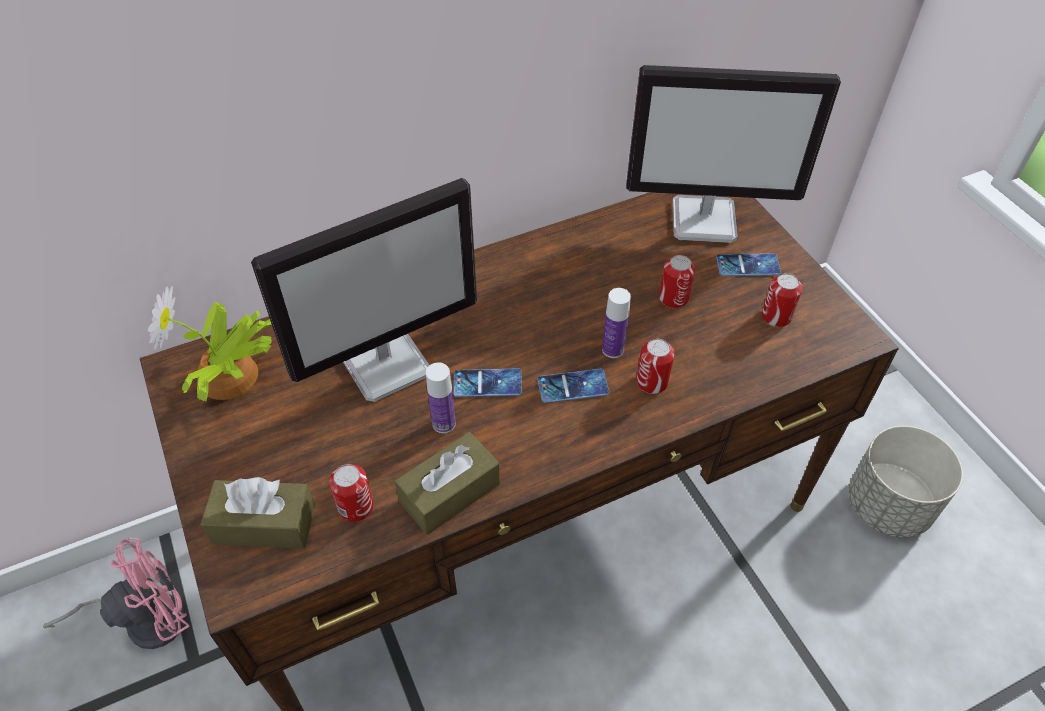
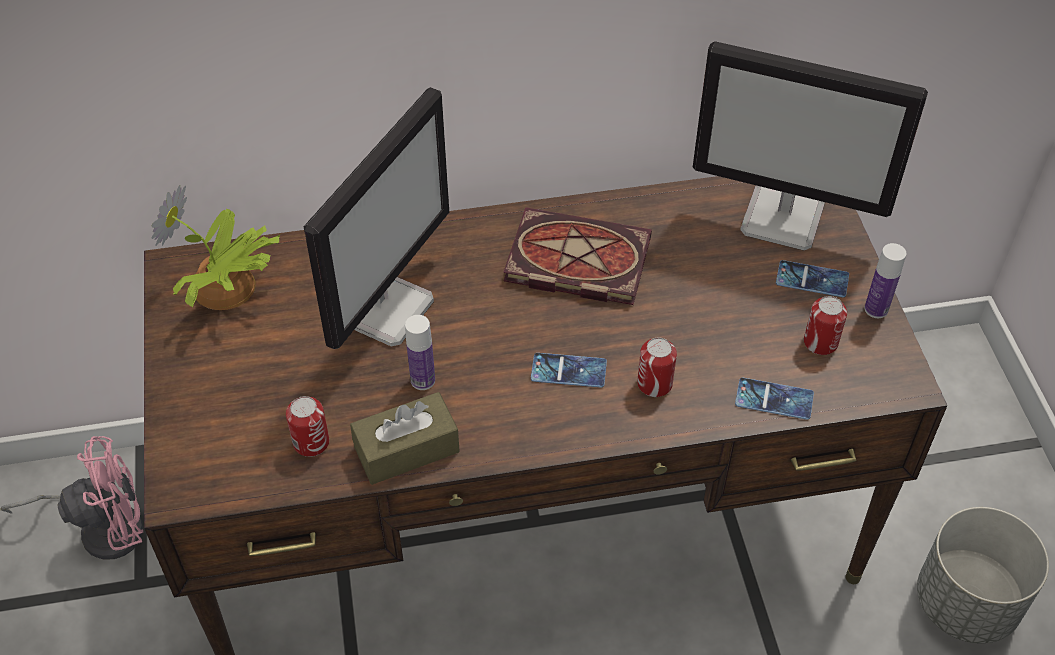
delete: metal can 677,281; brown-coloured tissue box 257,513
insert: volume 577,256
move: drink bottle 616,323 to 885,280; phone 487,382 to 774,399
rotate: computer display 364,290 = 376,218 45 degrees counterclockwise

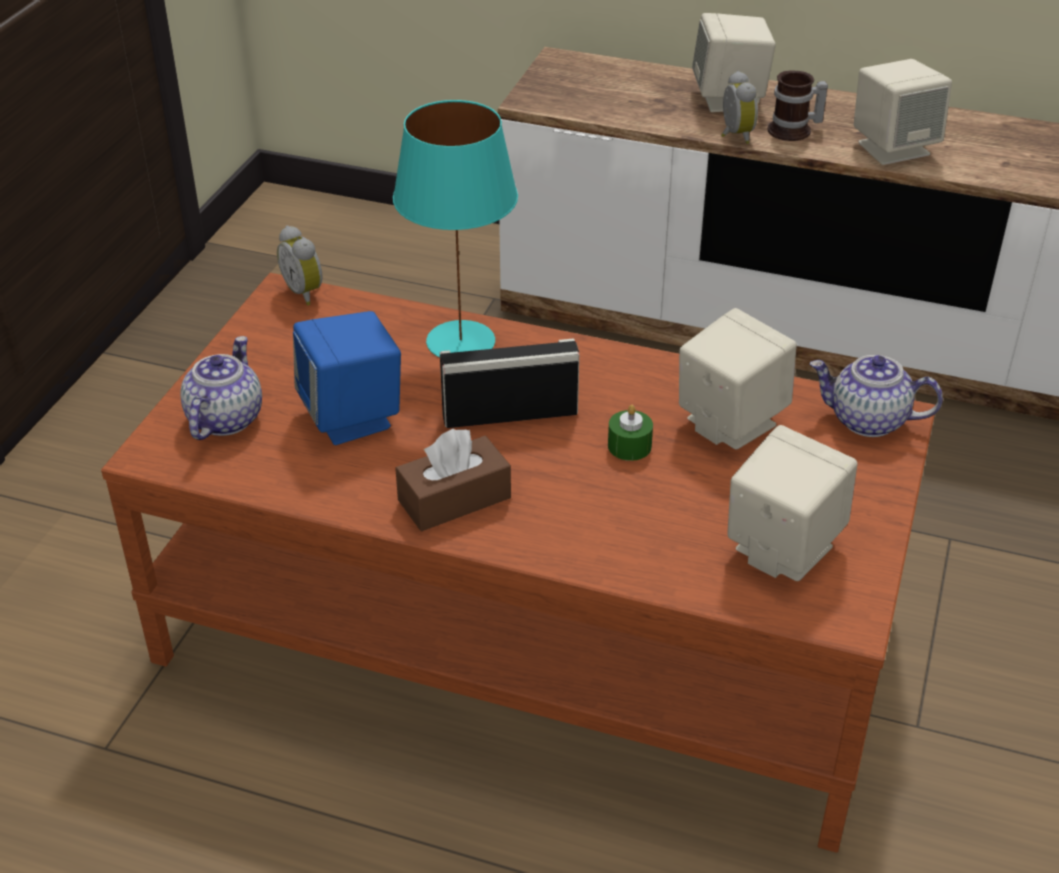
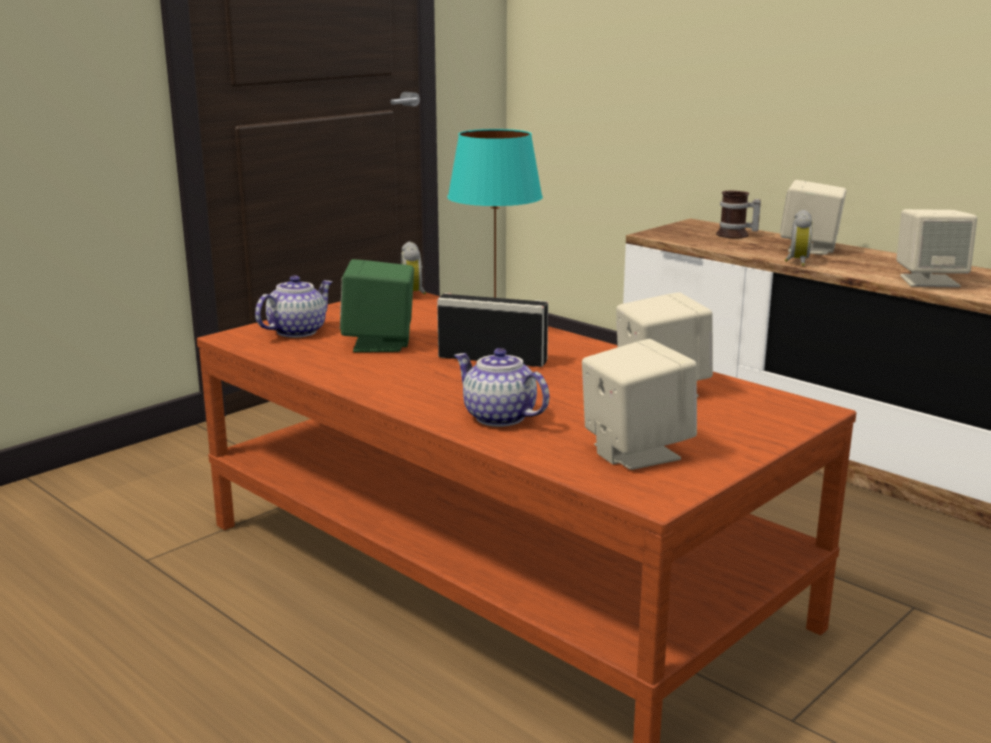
delete: greenish wax candle 630,433; brown-coloured tissue box 453,480
move: coffee mug 797,105 to 738,214; pot for tea 876,396 to 502,387
recolor: blue audio speaker 347,378 to greenish audio speaker 377,305

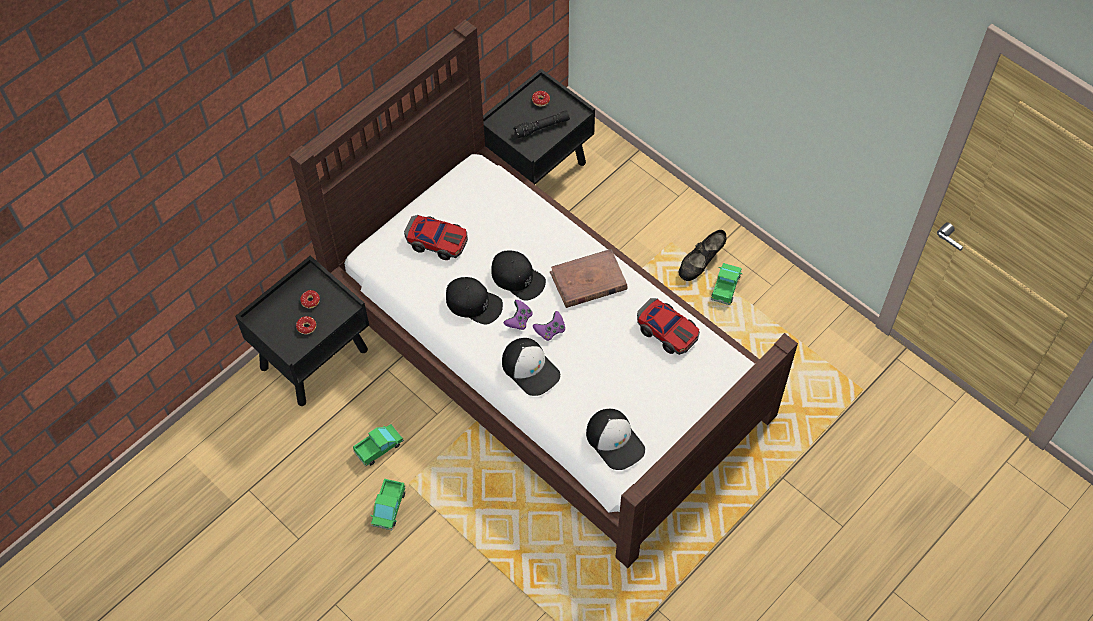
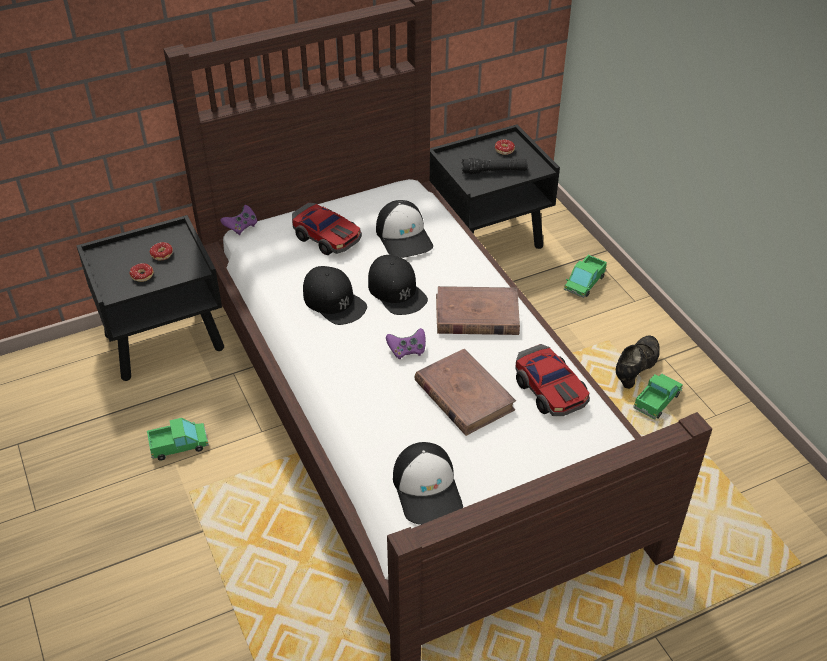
insert: brown-coloured volume 465,392
move: purplish gamepad 518,315 to 239,220; cap 531,367 to 404,229; model truck 388,504 to 585,276
rotate: blackish item of footwear 702,255 = 638,362 150 degrees clockwise

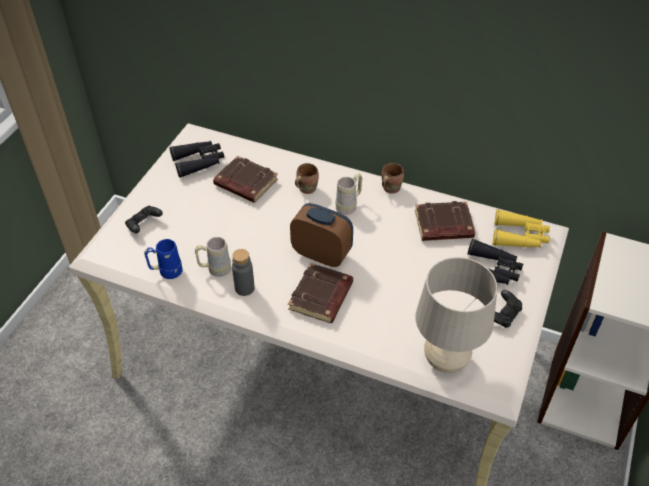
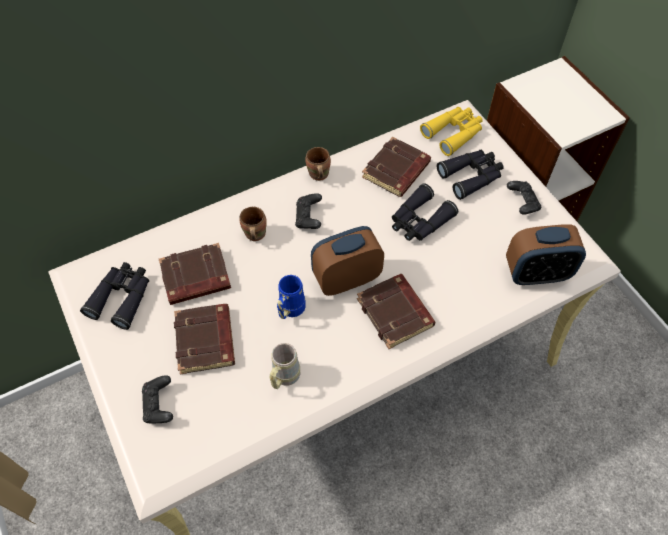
delete: gray drink bottle 243,272
insert: blackish pair of binoculars 425,212; brown-coloured volume 204,339
move: blue coffee mug 163,259 to 291,297
replace: sand-coloured coffee mug 349,194 to blackish gamepad 308,211; sand-coloured lamp for a table 457,315 to alarm clock 546,254

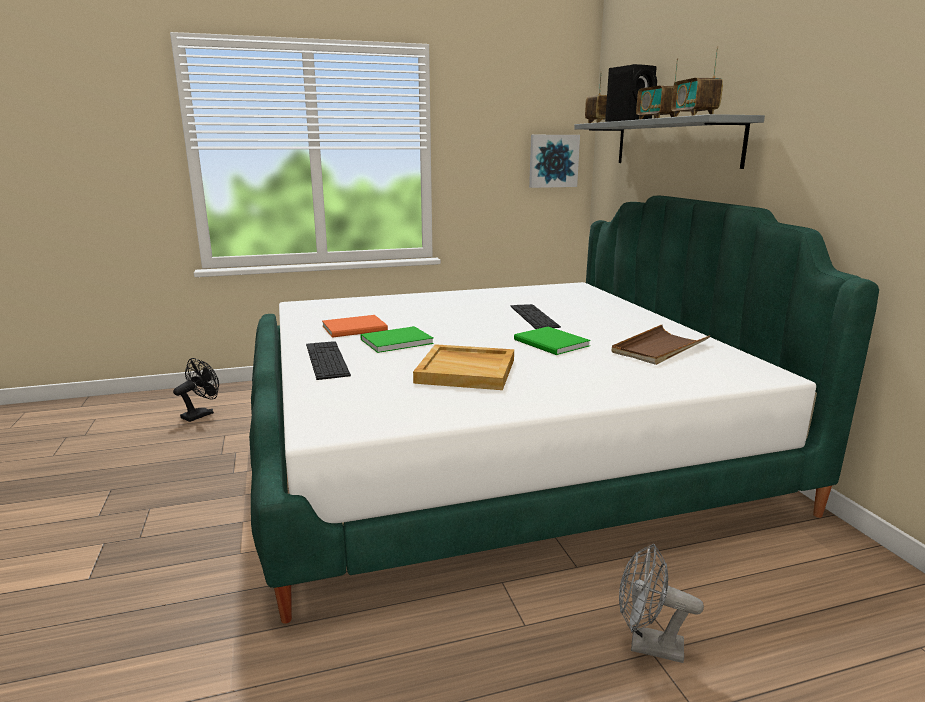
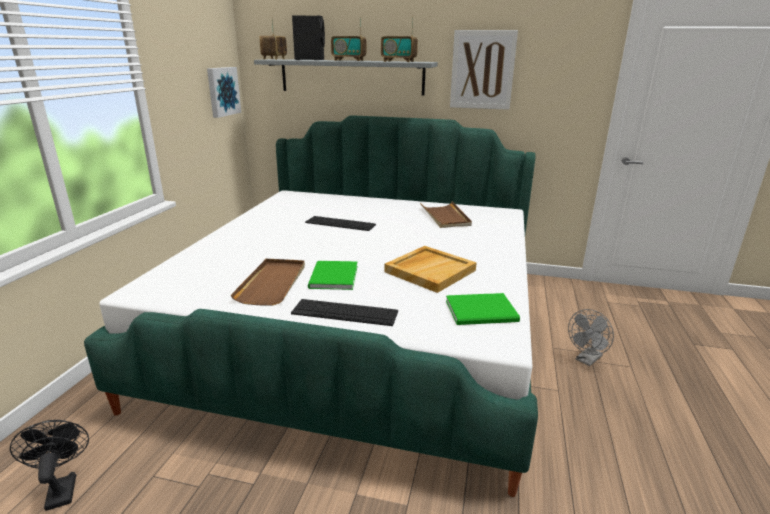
insert: picture 484,70
move: greenish volume 552,341 to 483,309
replace: orange volume 355,326 to brown-coloured carrying tray 268,282

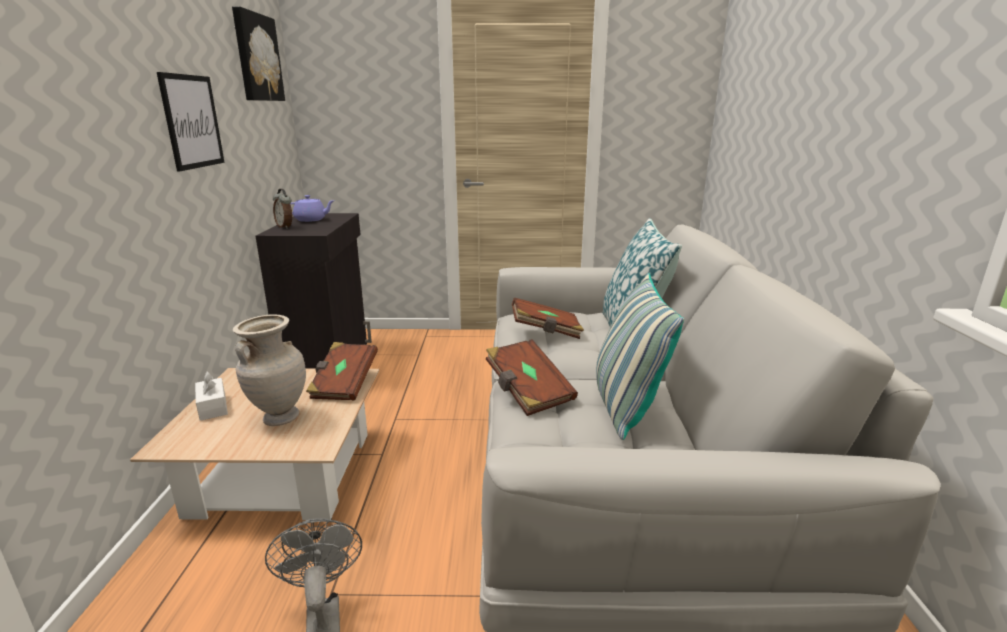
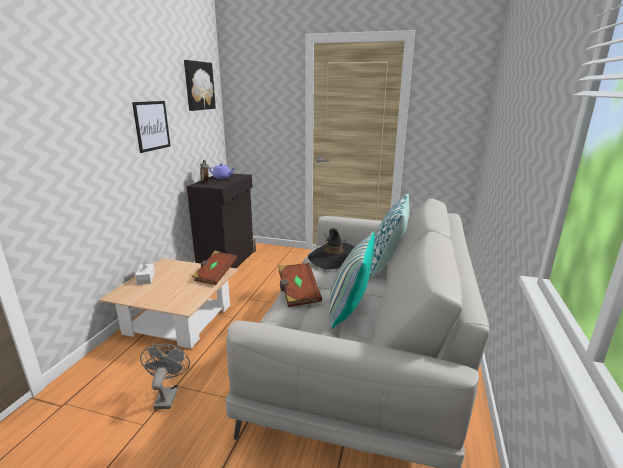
delete: sand-coloured decorative vase 269,370
replace: brown-coloured volume 548,318 to blackish clothing hat 331,248

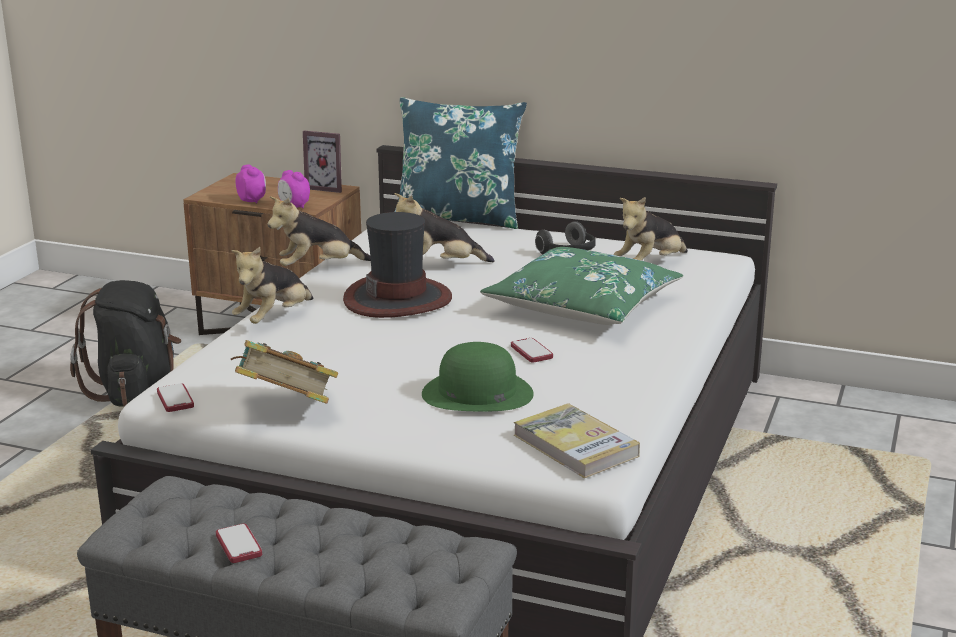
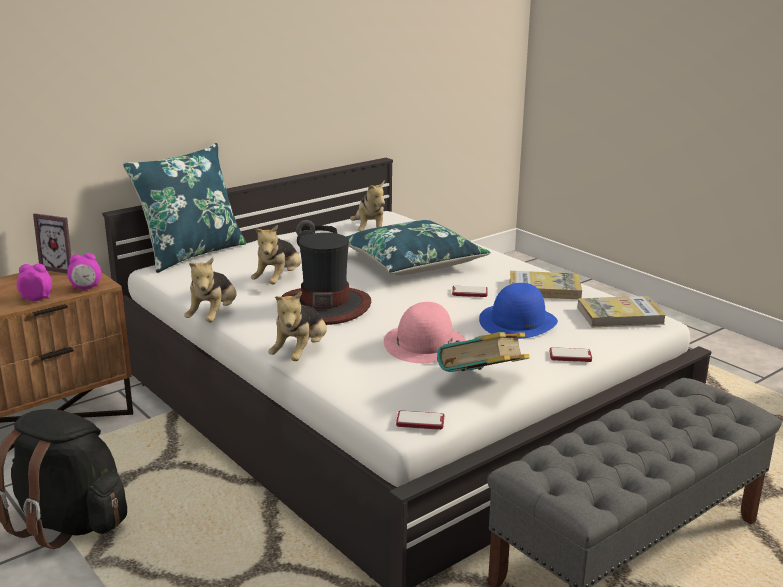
insert: volume 545,285; pink clothing hat 425,332
move: phone 239,543 to 571,354
recolor: greenish pillow 581,286 to blue pillow 418,247; greenish clothing hat 478,377 to blue clothing hat 518,311
rotate: standing frame 322,162 = 52,243 60 degrees clockwise; soft toy 272,285 = 297,326 45 degrees clockwise

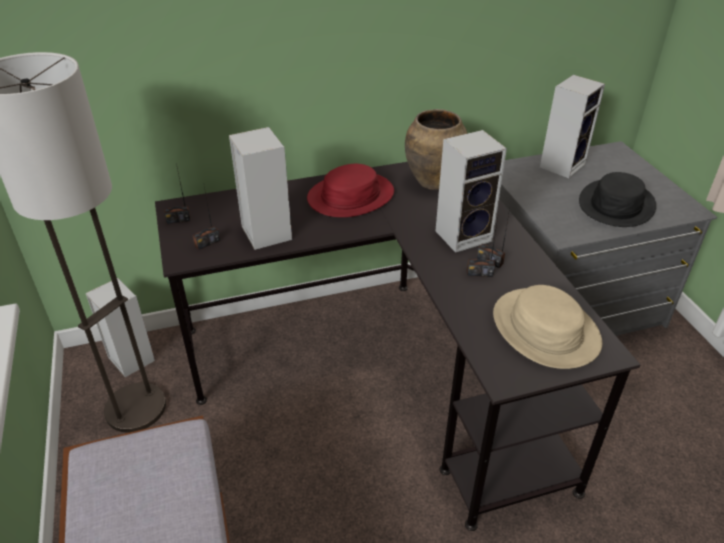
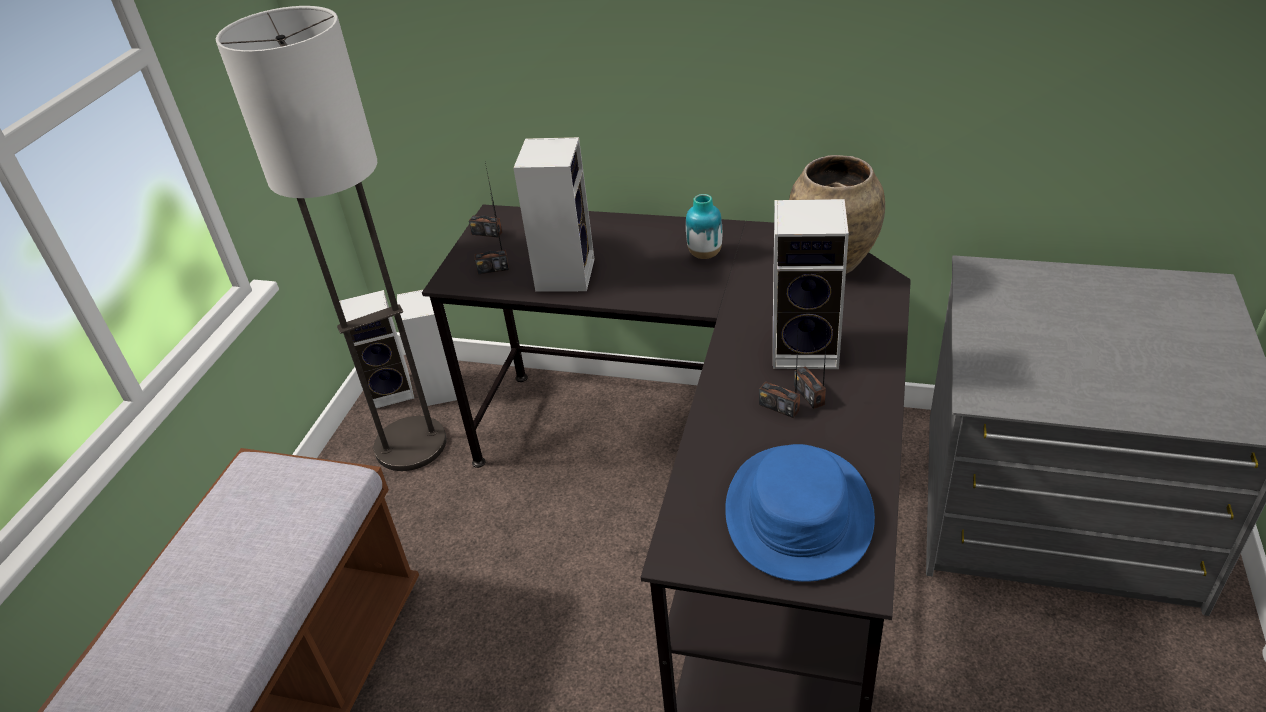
delete: blackish clothing hat 617,199
move: audio speaker 572,126 to 376,349
replace: red-coloured clothing hat 350,190 to decorative vase 704,226
recolor: sand-coloured clothing hat 547,327 to blue clothing hat 800,513

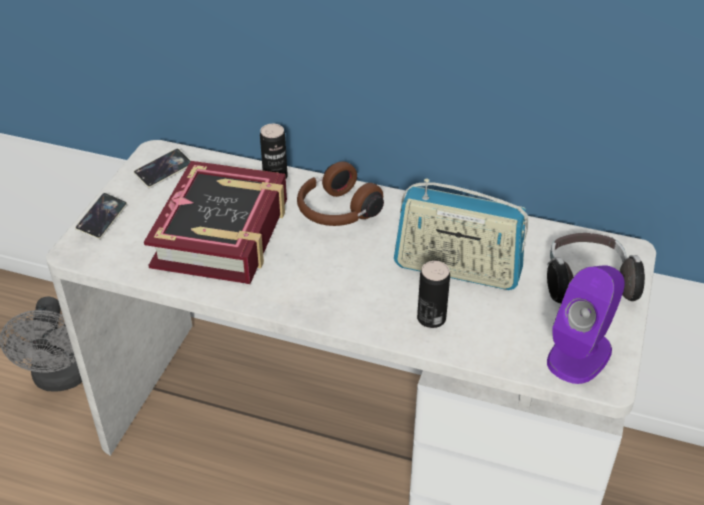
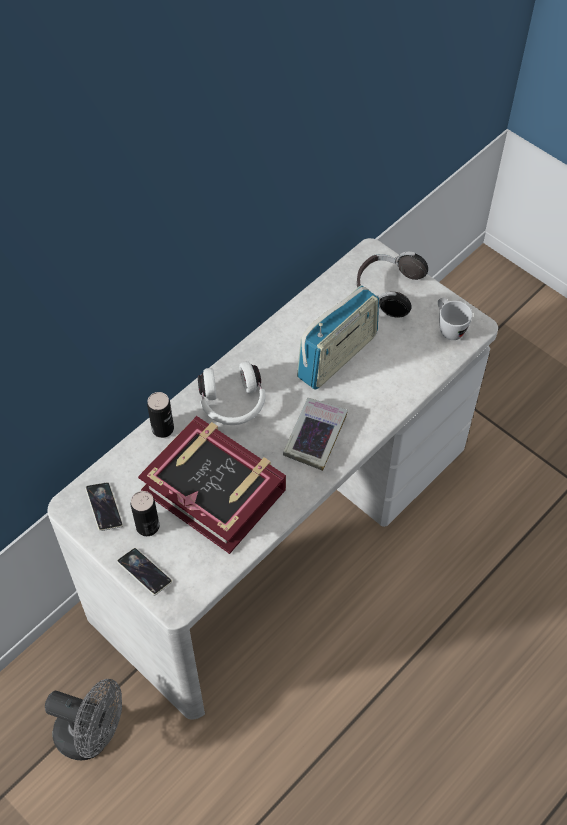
insert: volume 315,434
move: metal can 433,294 to 145,513
replace: purplish audio speaker 586,324 to white-coloured coffee mug 455,318
recolor: brown-coloured headphones 340,193 to white-coloured headphones 232,393

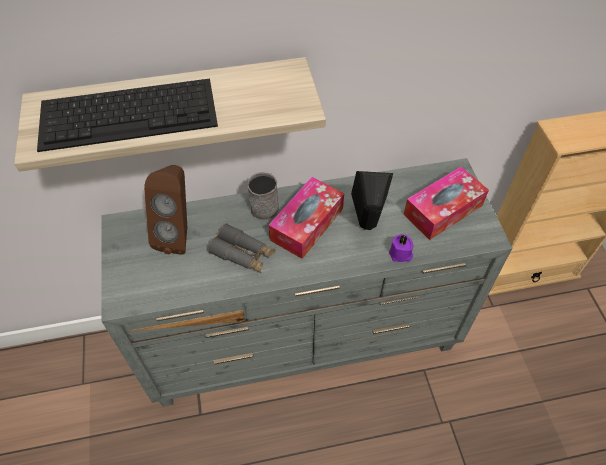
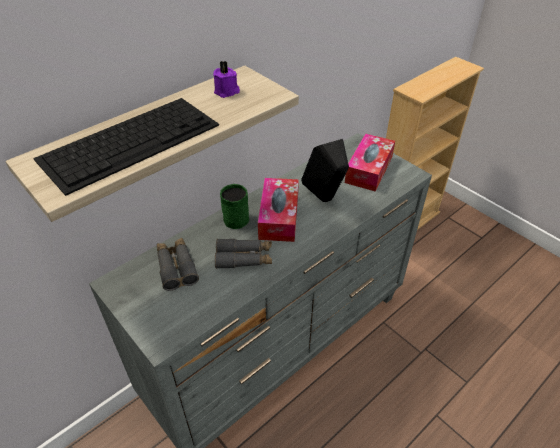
move: purplish wax candle 401,248 to 226,79
replace: brown-coloured audio speaker 165,210 to gray pair of binoculars 178,264
recolor: gray coffee mug 263,196 to greenish coffee mug 234,206

